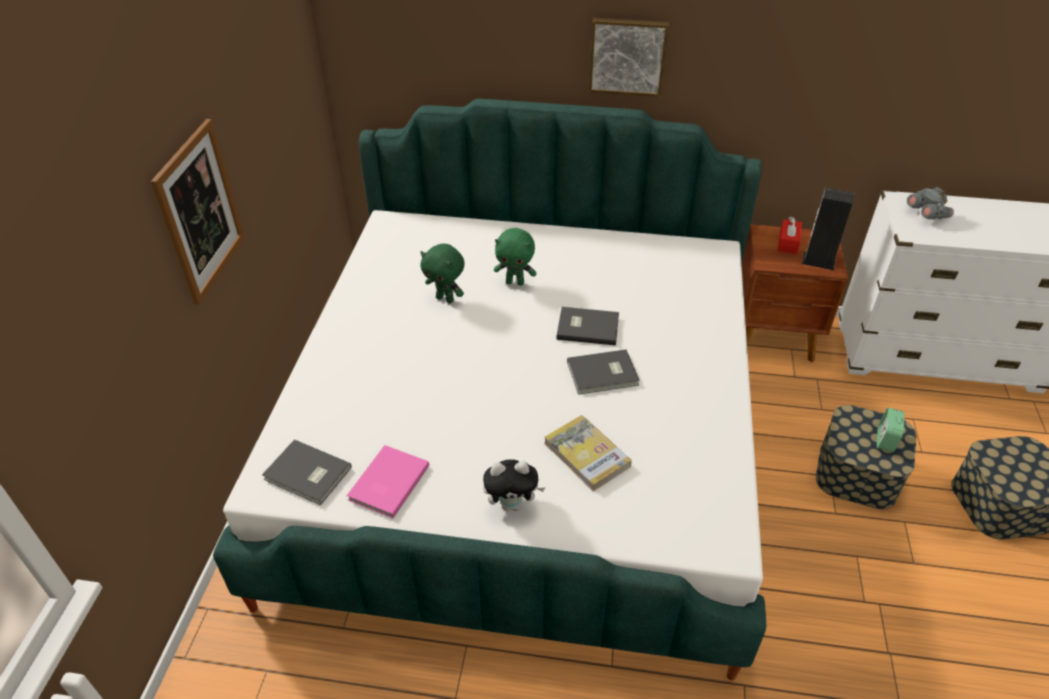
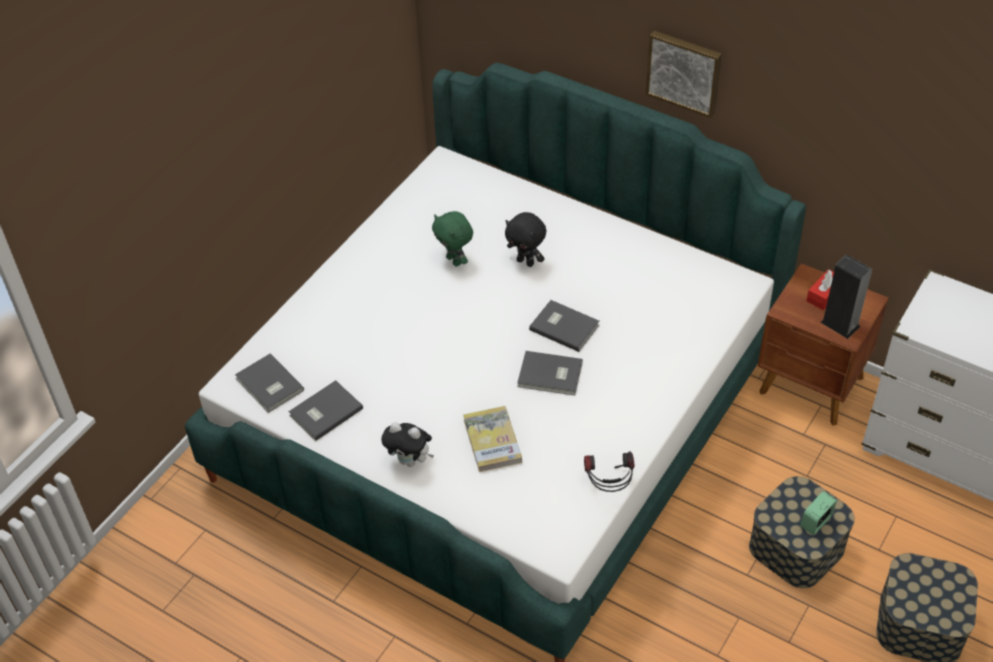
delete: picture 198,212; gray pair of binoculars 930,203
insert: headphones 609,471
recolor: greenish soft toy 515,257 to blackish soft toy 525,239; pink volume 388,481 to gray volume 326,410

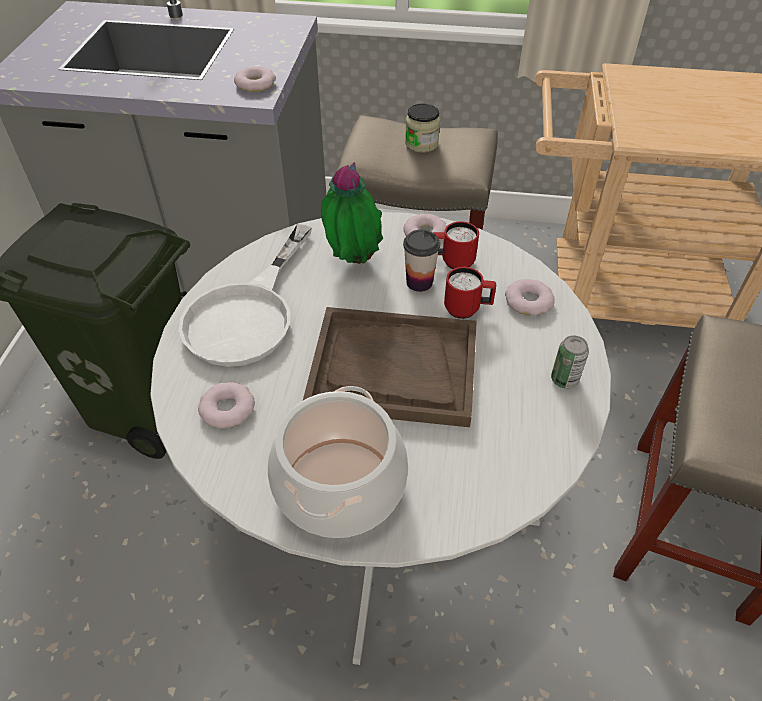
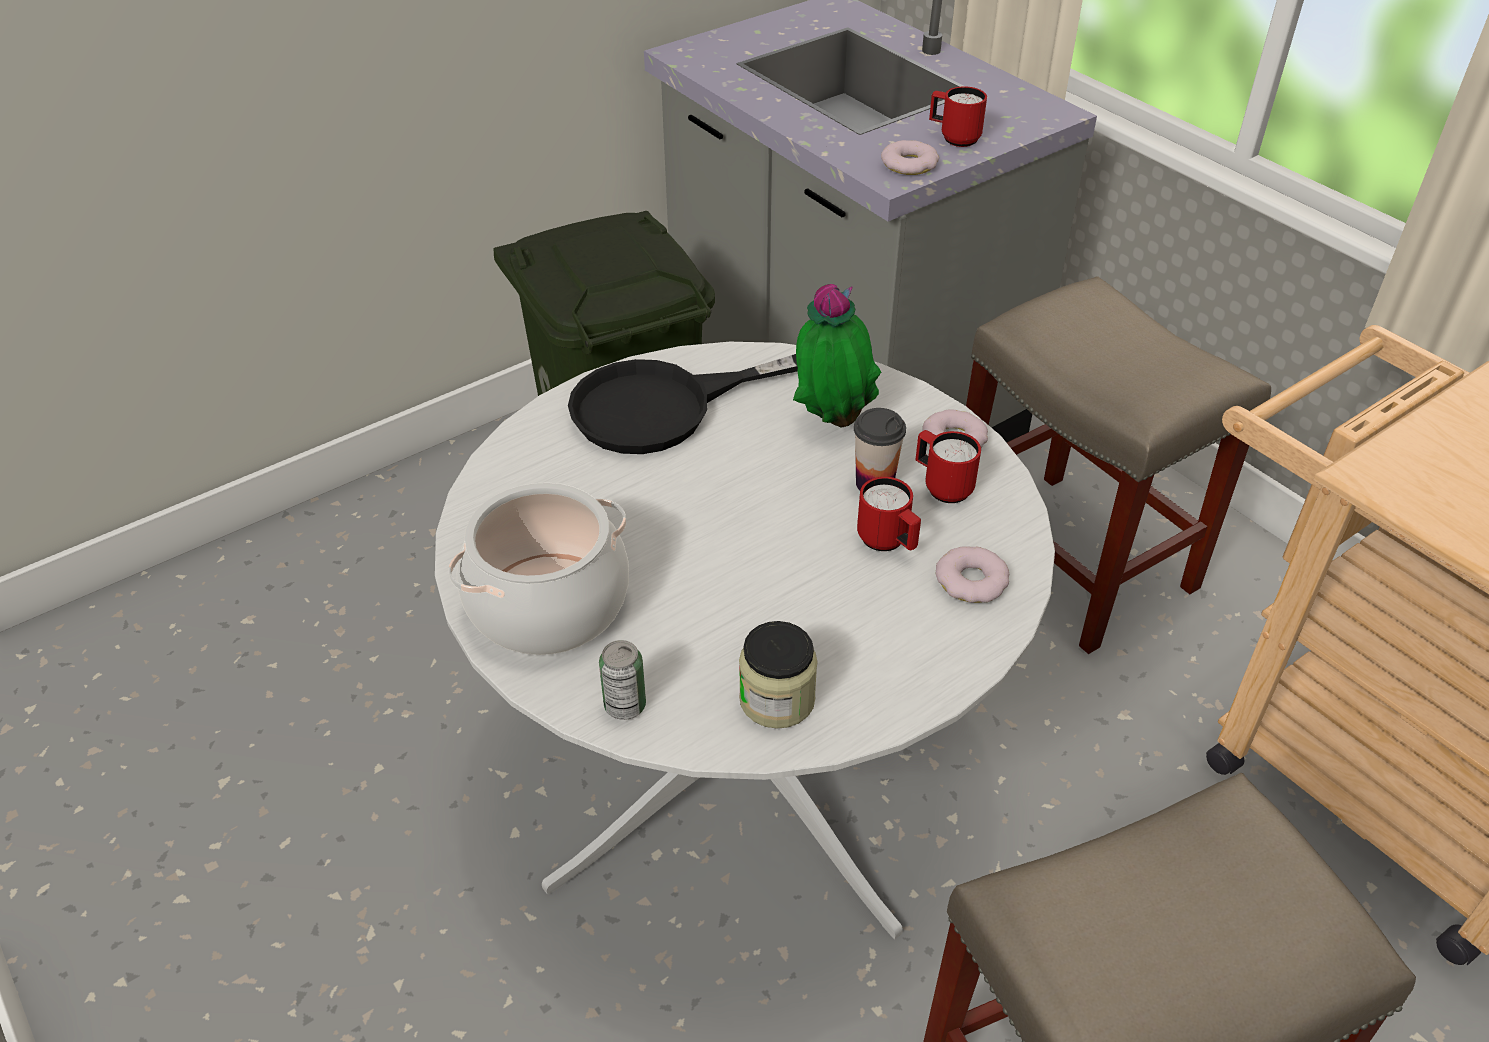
delete: brown-coloured carrying tray 390,367; ring doughnut 226,405
insert: red-coloured coffee mug 958,116
move: jar 422,128 to 778,675; metal can 570,362 to 622,680
recolor: white-coloured pan 245,295 to blackish pan 683,404

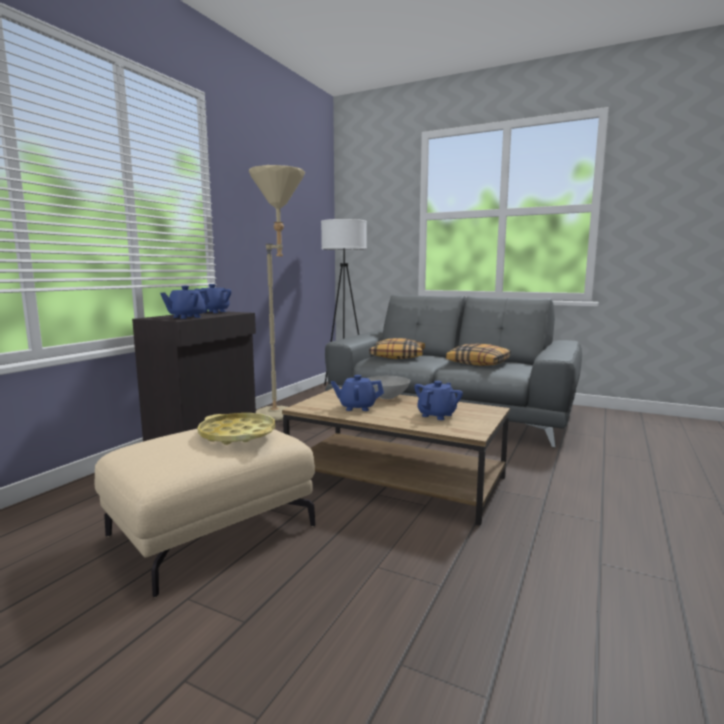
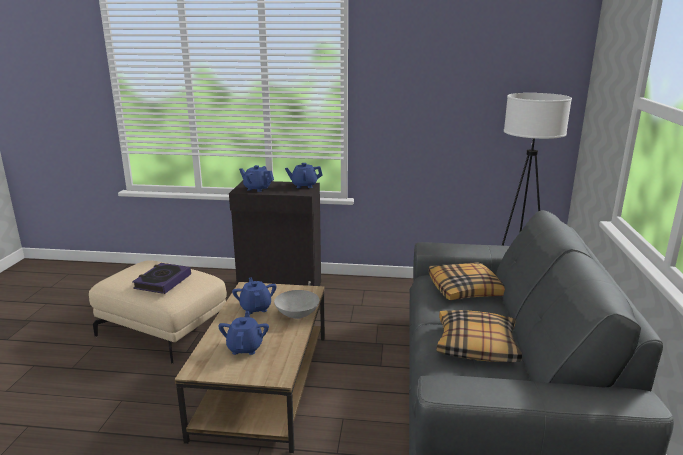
delete: sand-coloured standard lamp 277,293
replace: yellow-coloured carrying tray 236,429 to volume 161,278
rotate: blue pot for tea 438,400 = 243,333 105 degrees counterclockwise

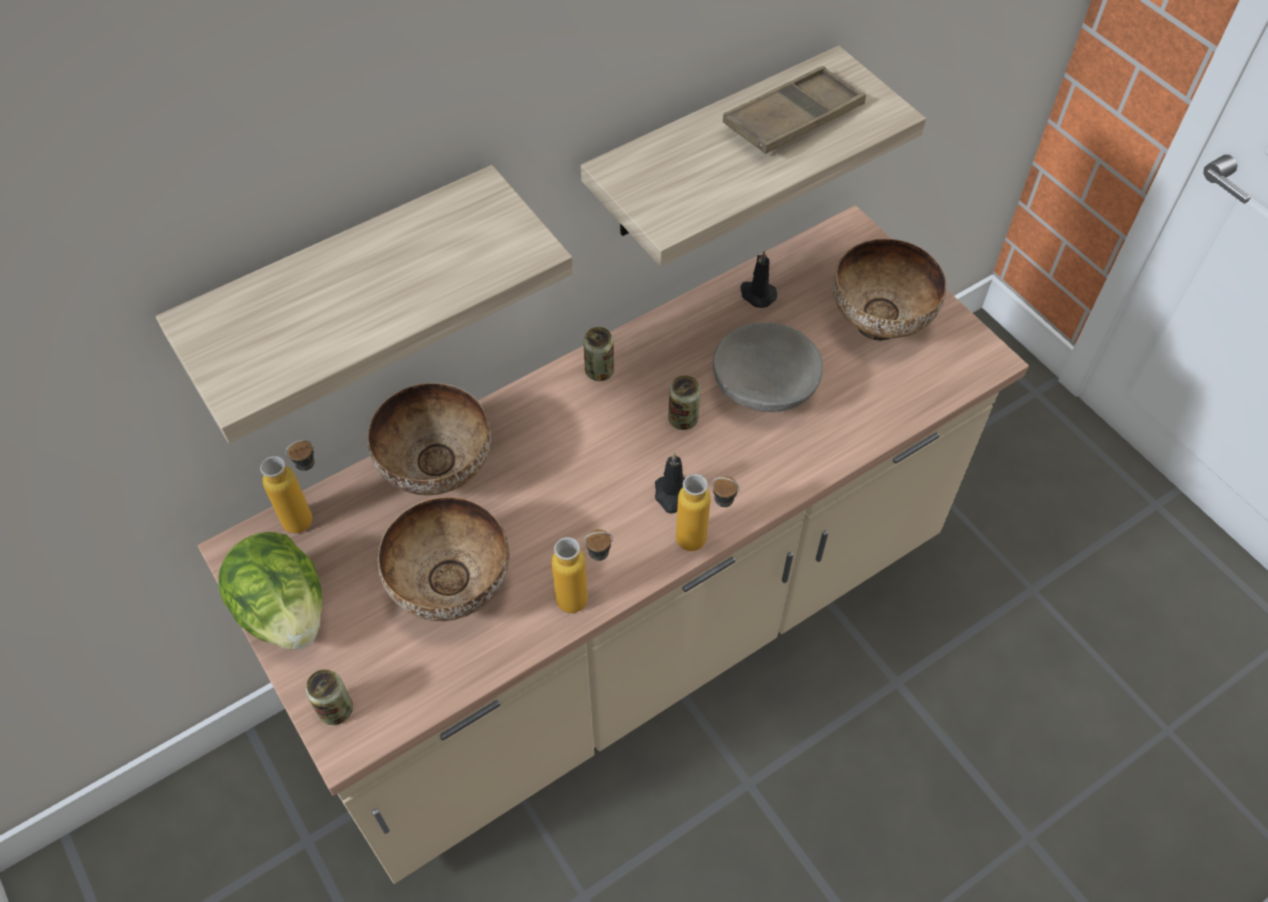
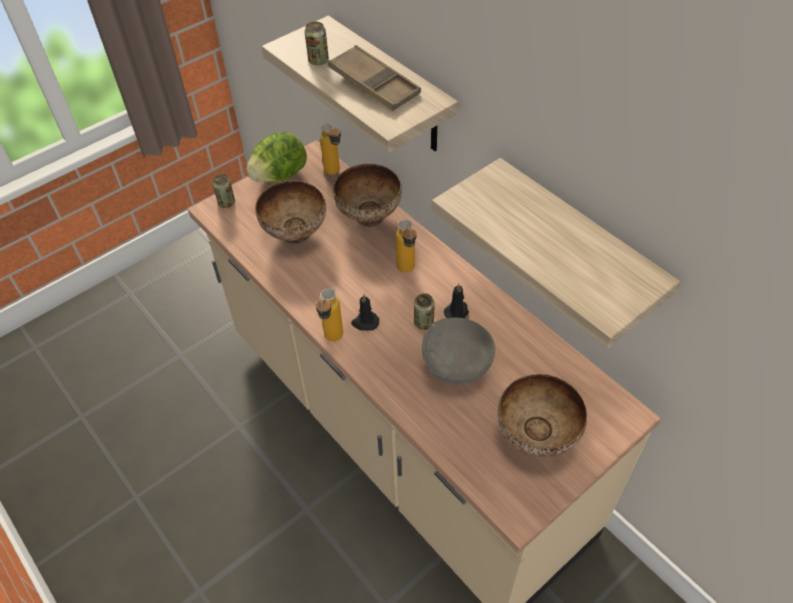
move: brown-coloured carrying tray 794,110 to 374,78; blackish wax candle 759,279 to 456,300; metal can 598,354 to 317,44; drink bottle 582,571 to 406,246

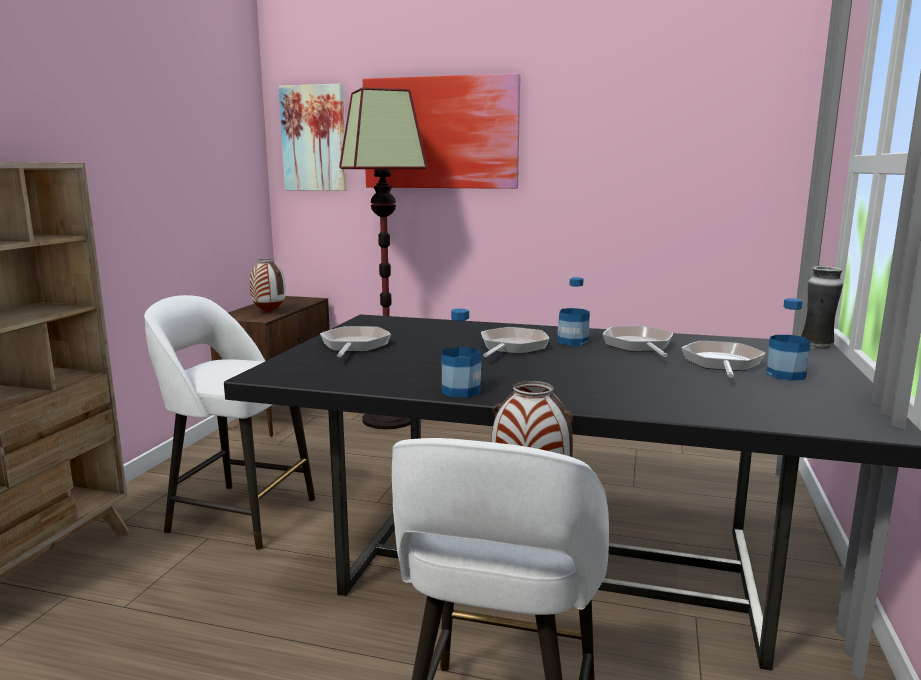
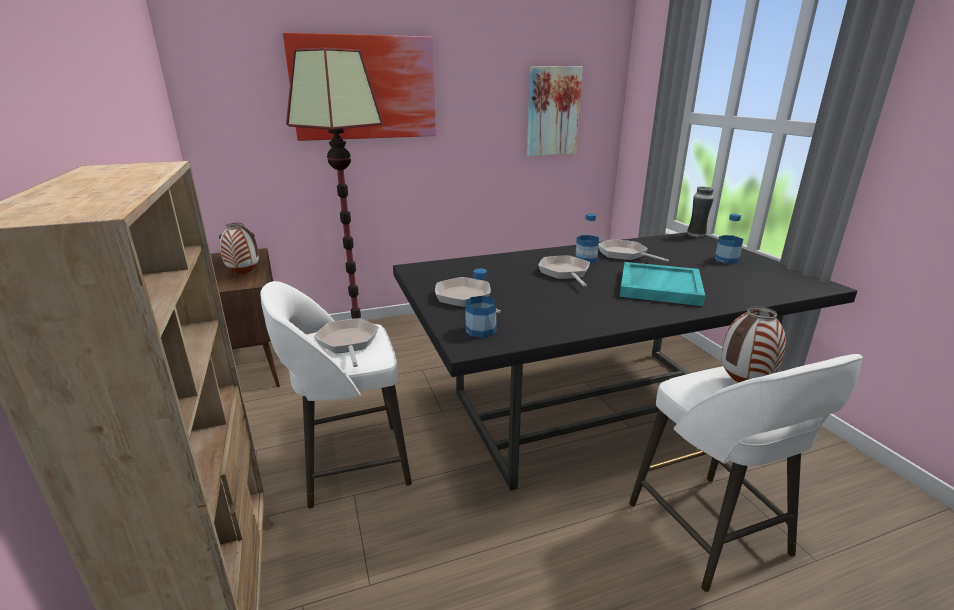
insert: turquoise-coloured carrying tray 662,284
move: picture 313,137 to 555,111; drink bottle 462,353 to 481,303; pan 724,359 to 346,342

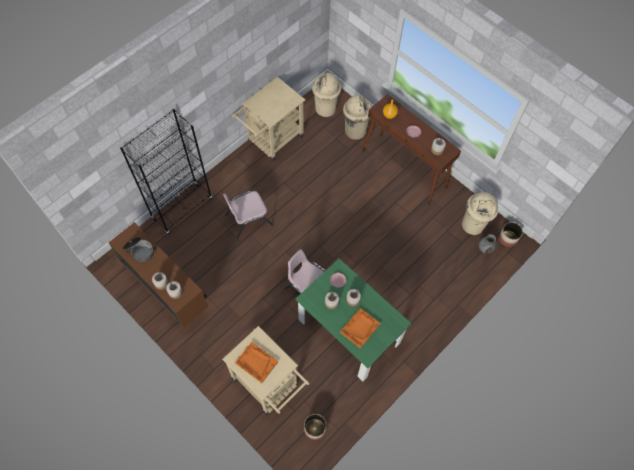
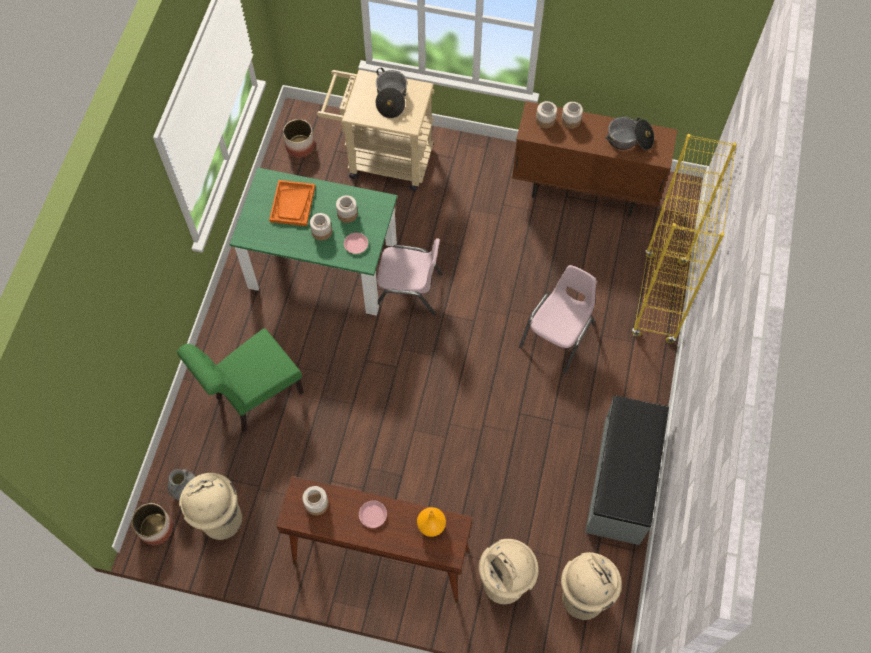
insert: greenish plain chair 240,380
replace: sand-coloured trolley 268,119 to gray indoor bench 627,470; orange carrying tray 256,362 to stockpot 391,93
recolor: blackish shelving unit 166,171 to yellow-coloured shelving unit 684,238

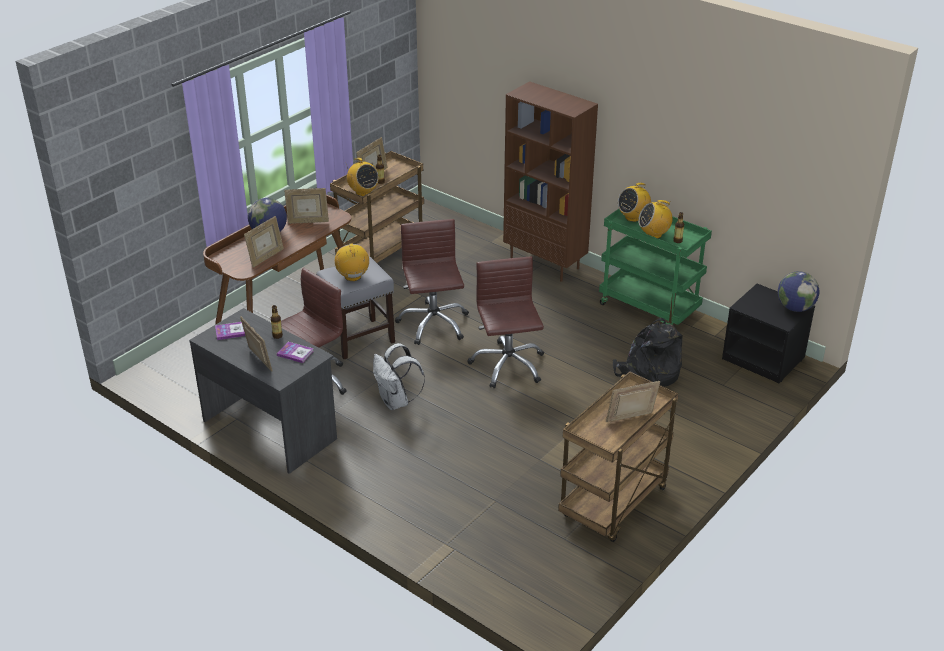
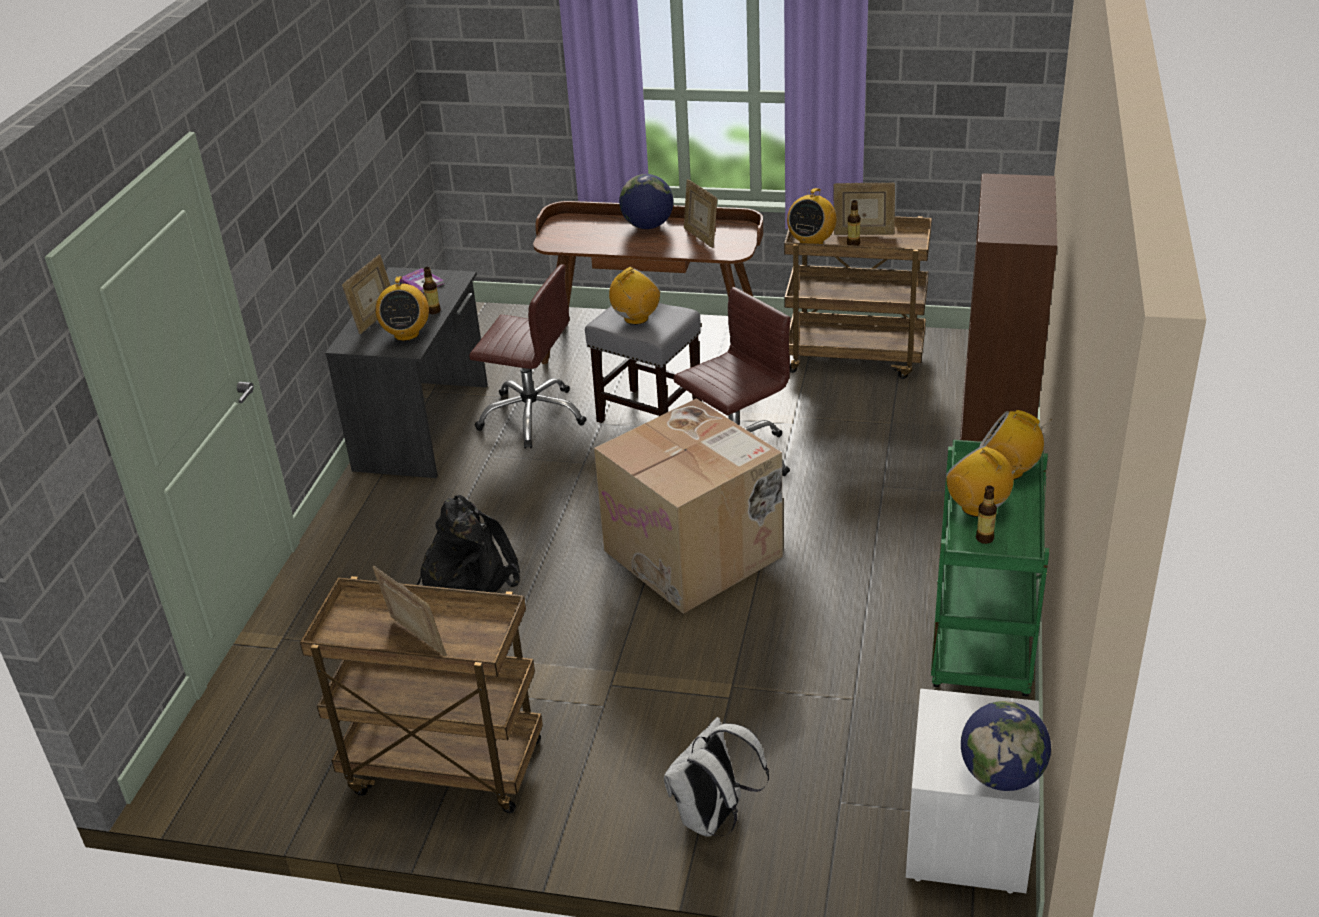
delete: standing frame 264,241
move: blackish rucksack 648,352 to 468,544; white-coloured rucksack 399,376 to 716,777
replace: brown-coloured desk chair 505,322 to packing box 688,506; volume 295,352 to radio set 402,308
recolor: blackish nightstand 768,333 to white-coloured nightstand 973,790

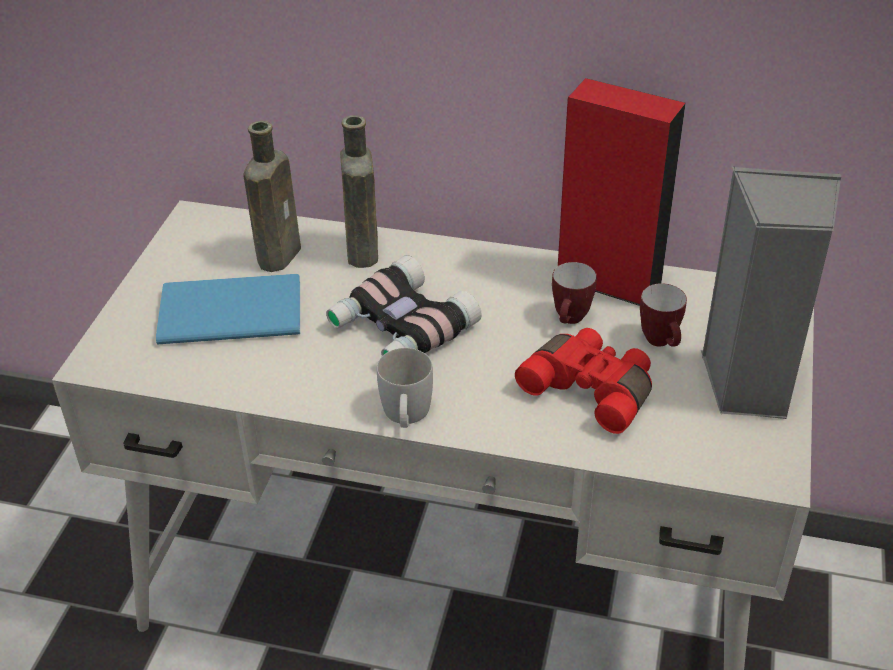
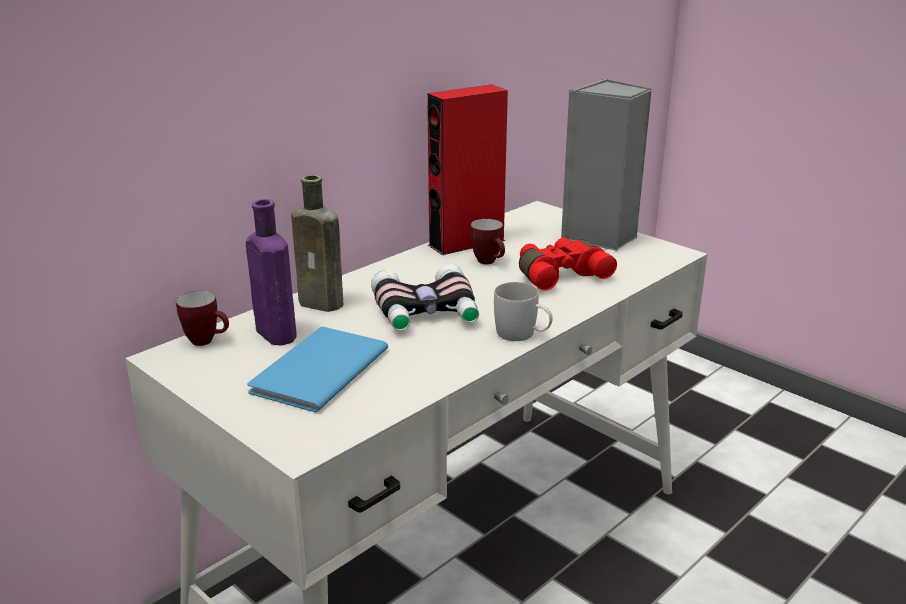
move: coffee mug 663,315 to 202,318
recolor: brown-coloured drink bottle 272,196 to purplish drink bottle 271,272

